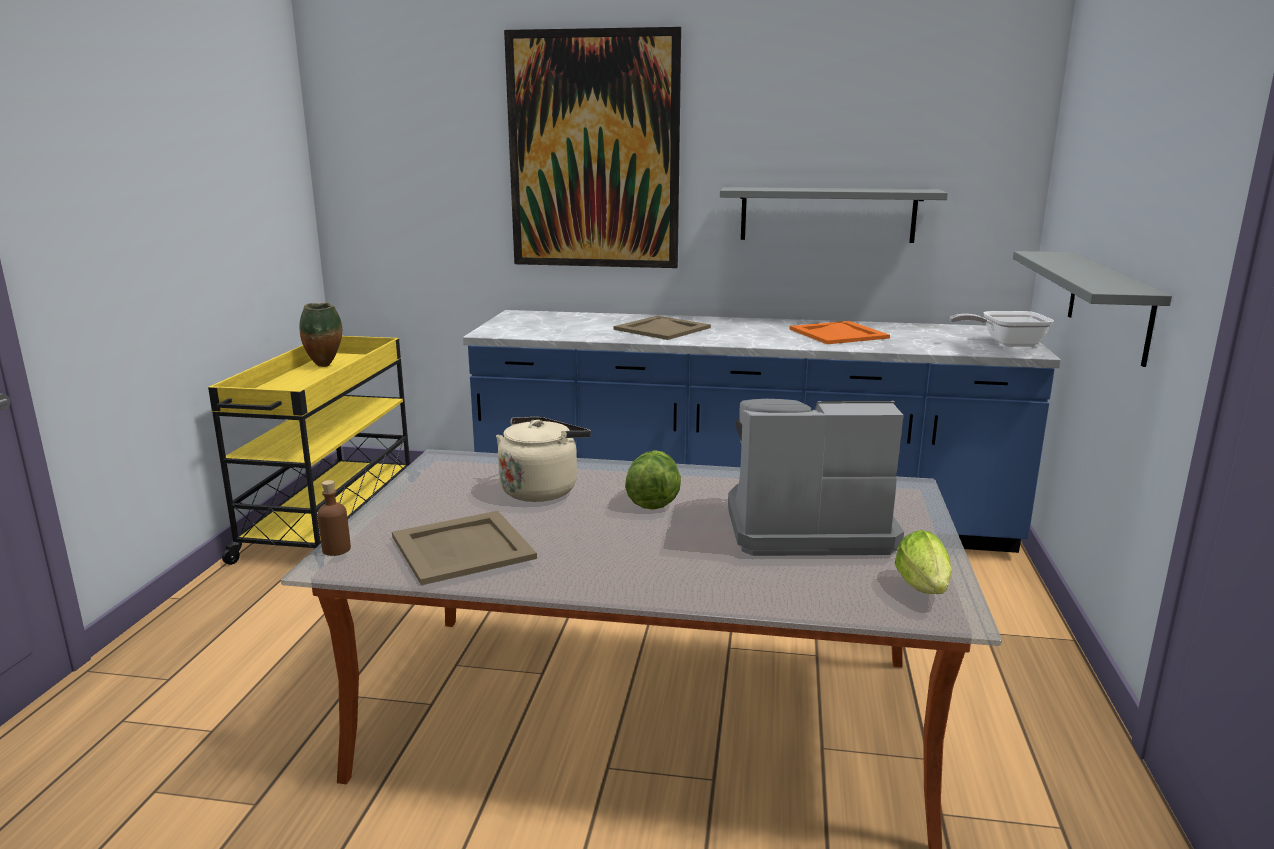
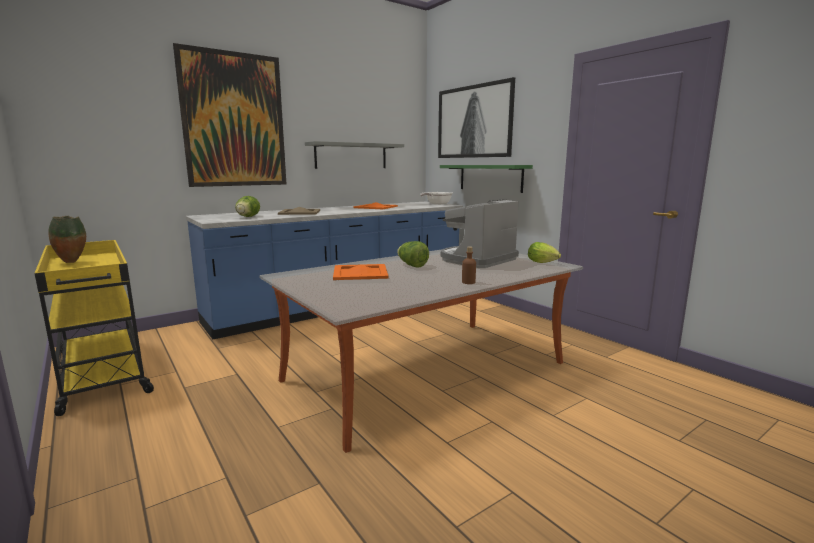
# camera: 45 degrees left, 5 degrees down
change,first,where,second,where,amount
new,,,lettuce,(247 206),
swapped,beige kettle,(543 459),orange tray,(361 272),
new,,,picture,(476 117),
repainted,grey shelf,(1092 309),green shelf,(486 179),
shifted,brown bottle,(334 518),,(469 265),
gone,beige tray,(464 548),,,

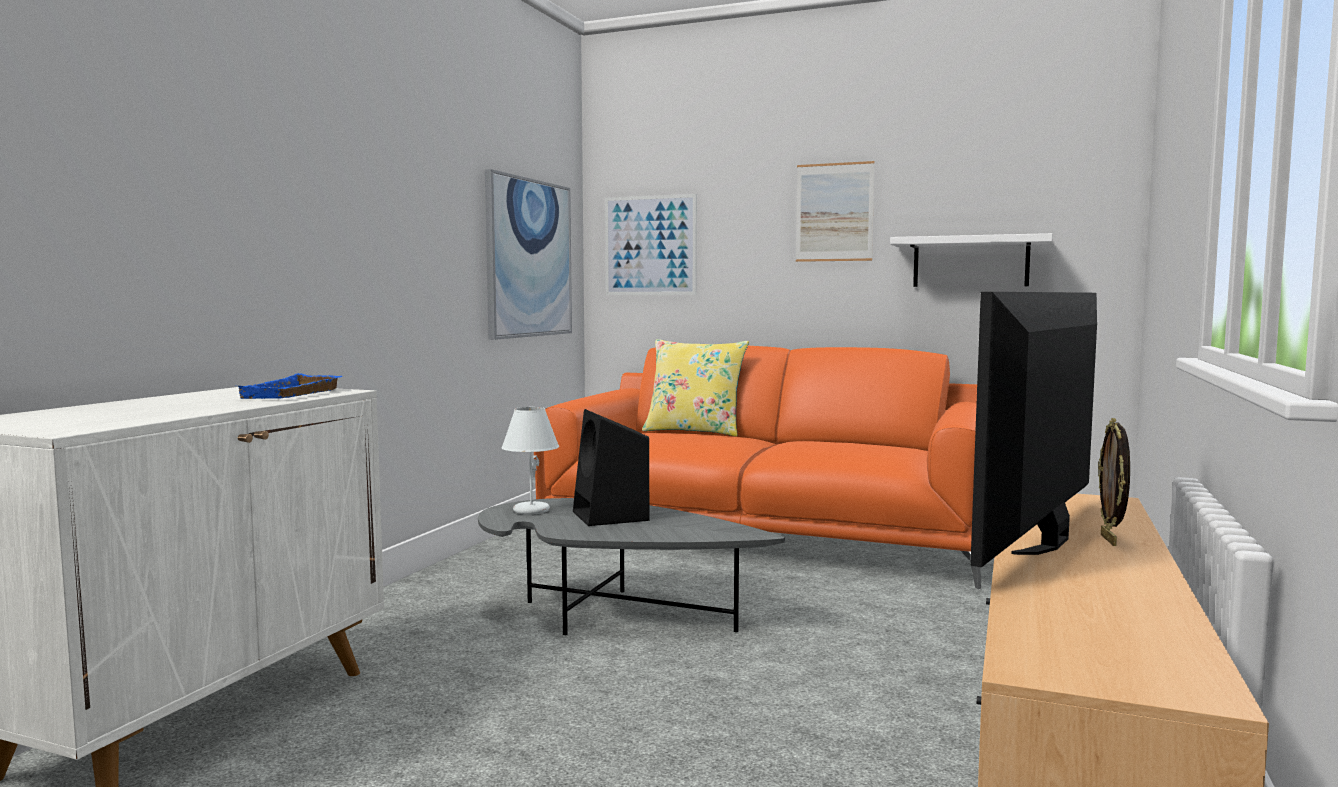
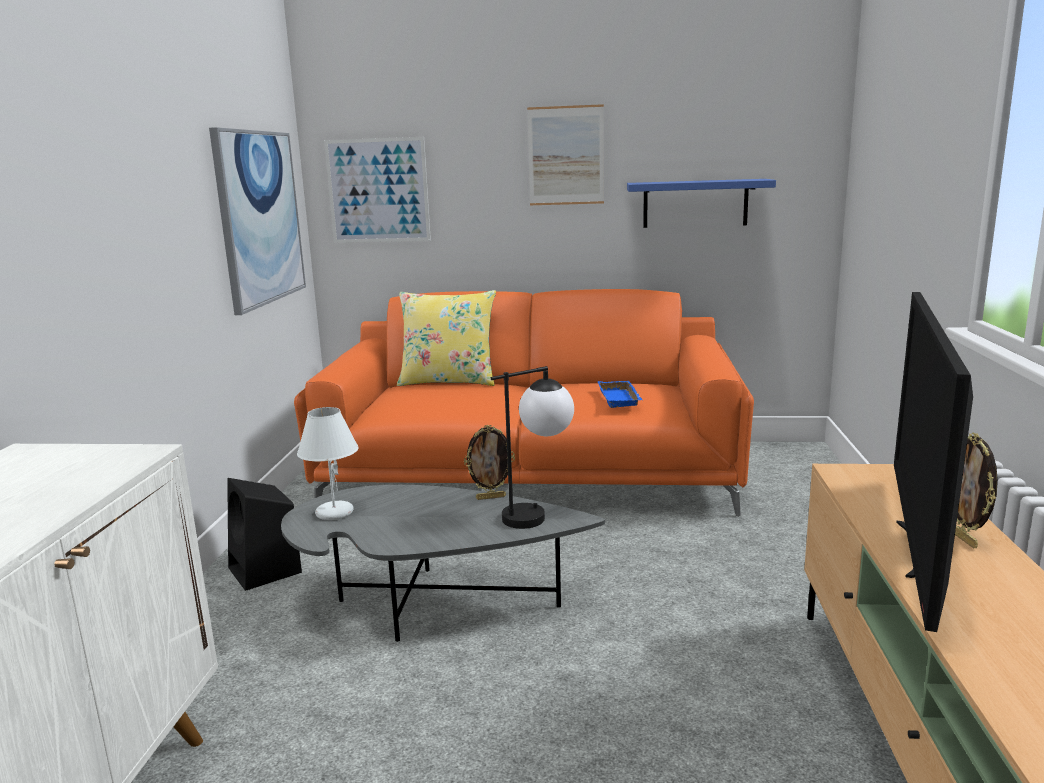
# camera: 15 degrees left, 10 degrees up
change,first,where,second,where,amount
shifted,black speaker,(611 467),,(264 534),
new,,,picture frame,(489 462),
new,,,table lamp,(532 447),
shifted,blue tray,(288 386),,(620 394),
repainted,white shelf,(971 260),blue shelf,(701 203),

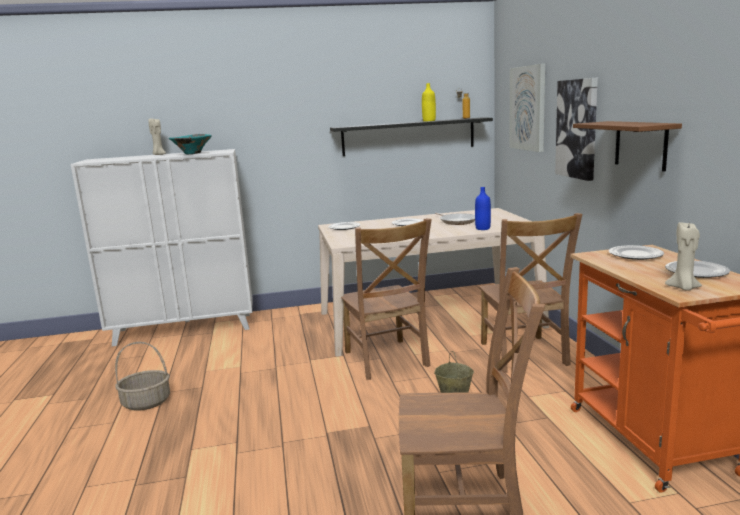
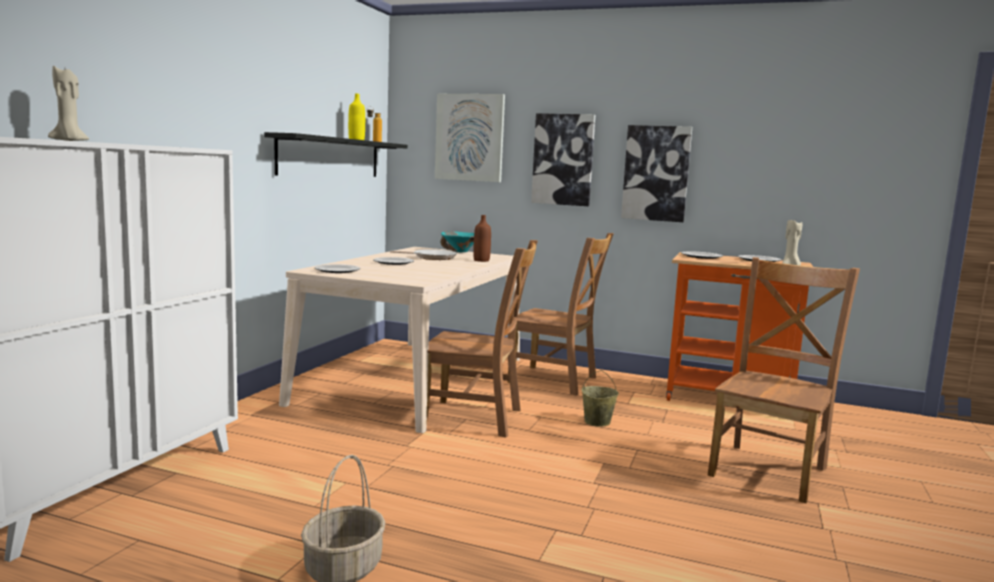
# camera: 60 degrees left, 5 degrees down
change,first,where,second,where,amount
shifted,turquoise bowl,(190 144),,(457 241),
repainted,blue bottle,(483 208),brown bottle,(482 238),
swapped,brown shelf,(627 146),picture,(656 173),

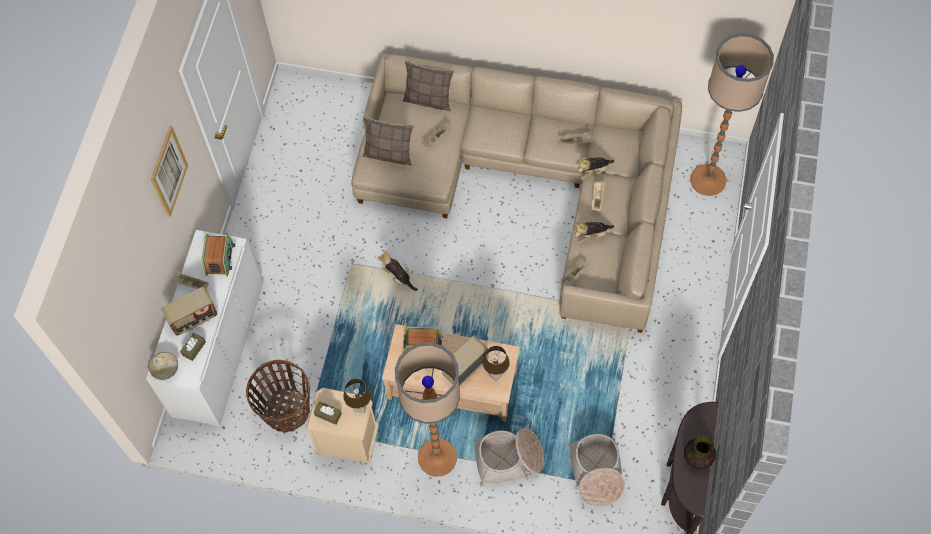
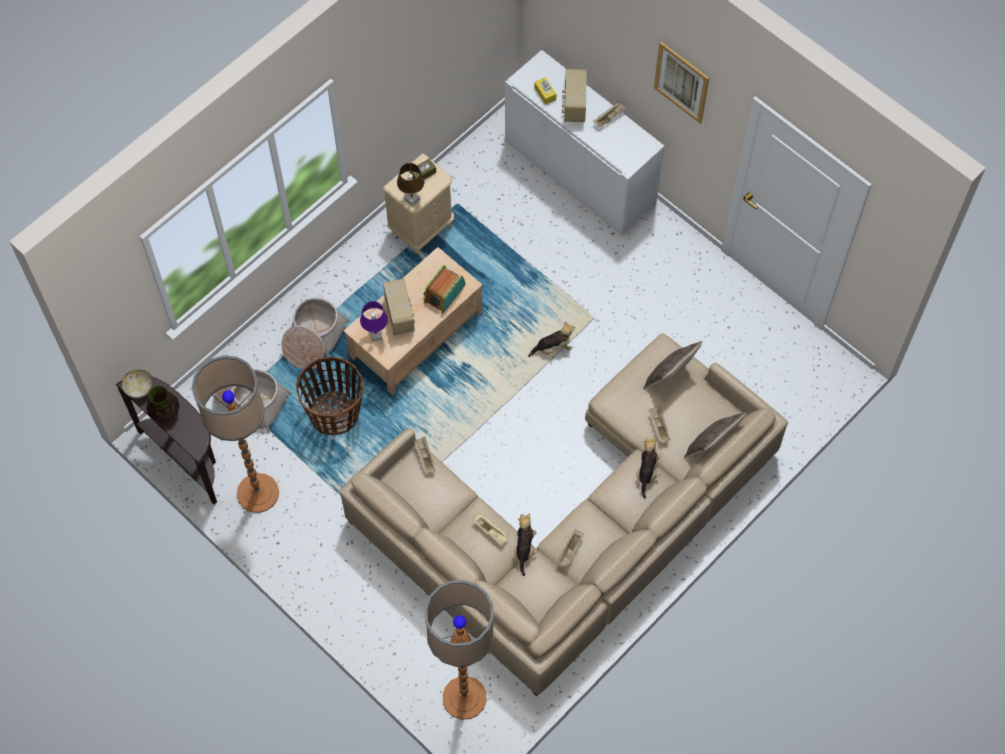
# camera: 120 degrees right, 0 degrees up
change,first,where,second,where,amount
shifted,bowl,(163 366),,(137 384),
shifted,floor lamp,(427 409),,(235 434),
shifted,basket,(278 396),,(330 396),
repainted,brown table lamp,(496 364),purple table lamp,(374 321),
repainted,brown tissue box,(193 347),yellow tissue box,(545 91),
shifted,plush toy,(594 232),,(648 468),
gone,radio,(218 255),,,

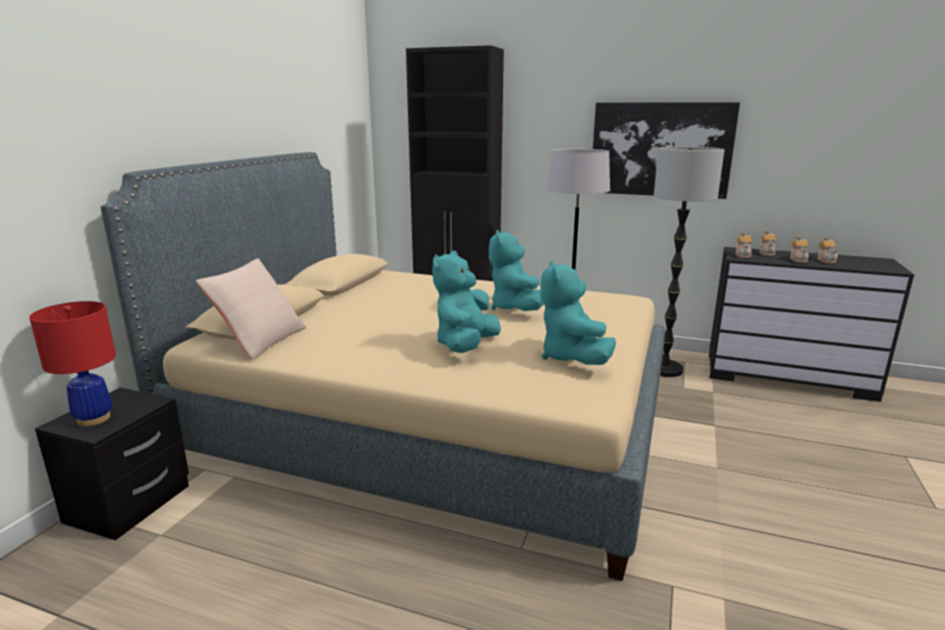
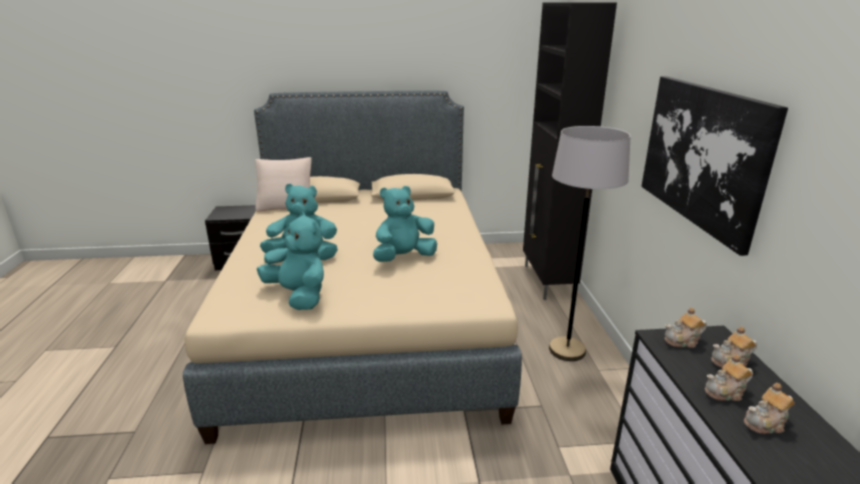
# camera: 65 degrees right, 5 degrees up
change,first,where,second,where,amount
rotated,turquoise plush toy,(578 312),,(290 261),75 degrees clockwise
gone,red table lamp,(72 363),,,
gone,floor lamp,(689 262),,,

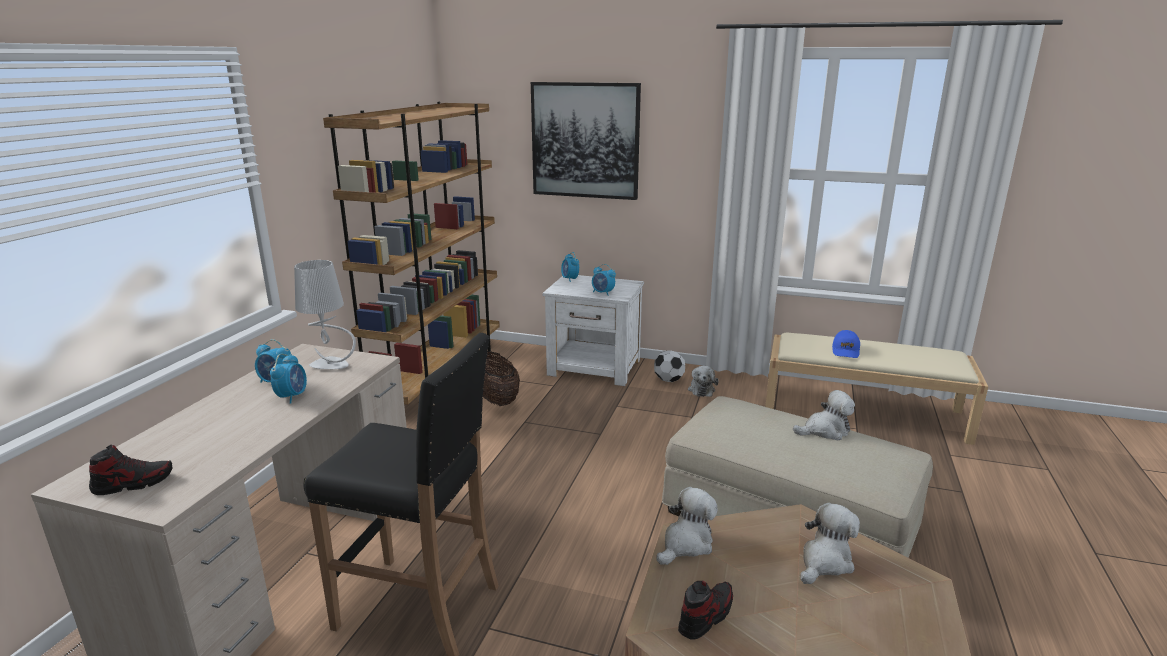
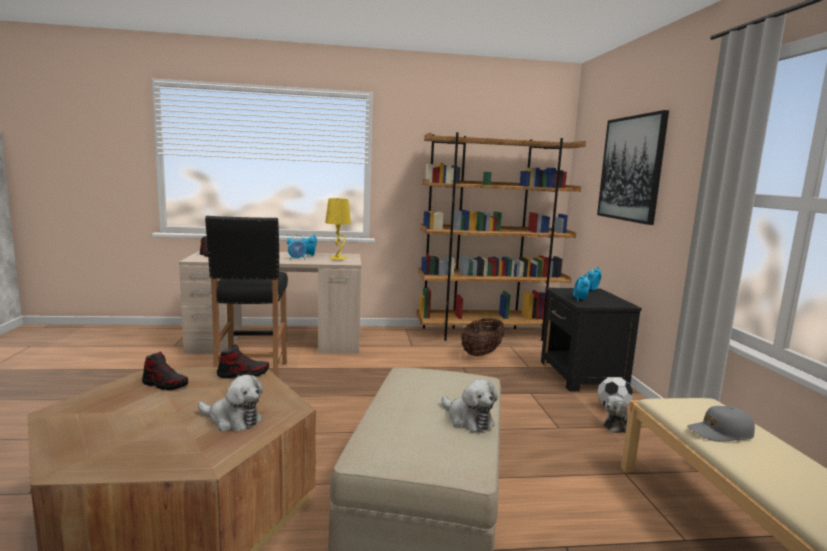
# camera: 65 degrees right, 10 degrees down
change,first,where,second,where,amount
swapped,plush toy,(687 526),shoe,(243 361),
repainted,grey table lamp,(325 314),yellow table lamp,(338 229),
repainted,white nightstand,(593 330),black nightstand,(591 340),
repainted,blue cap,(846 344),grey cap,(721 424),

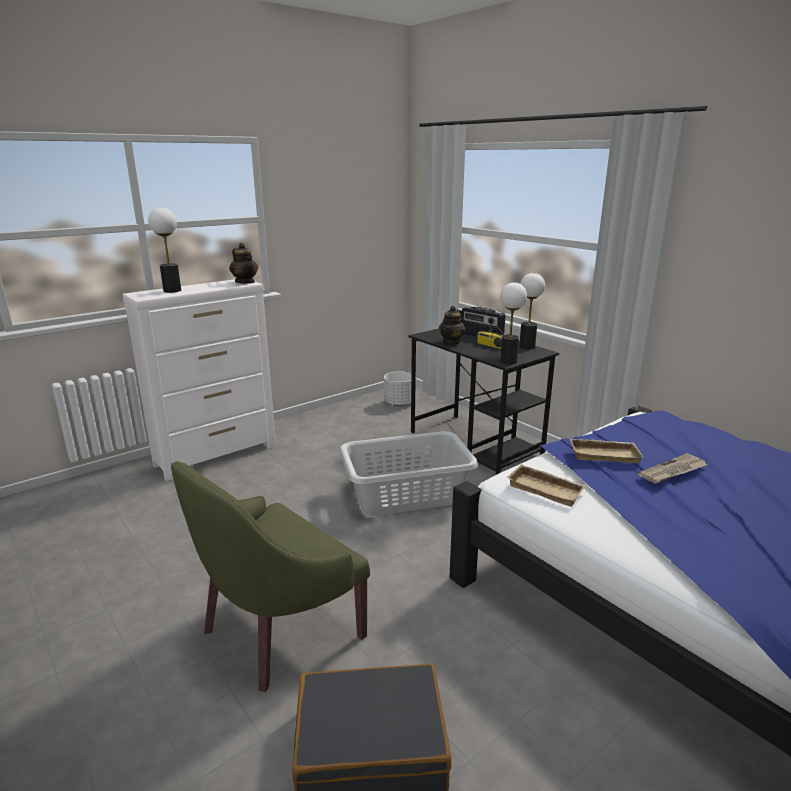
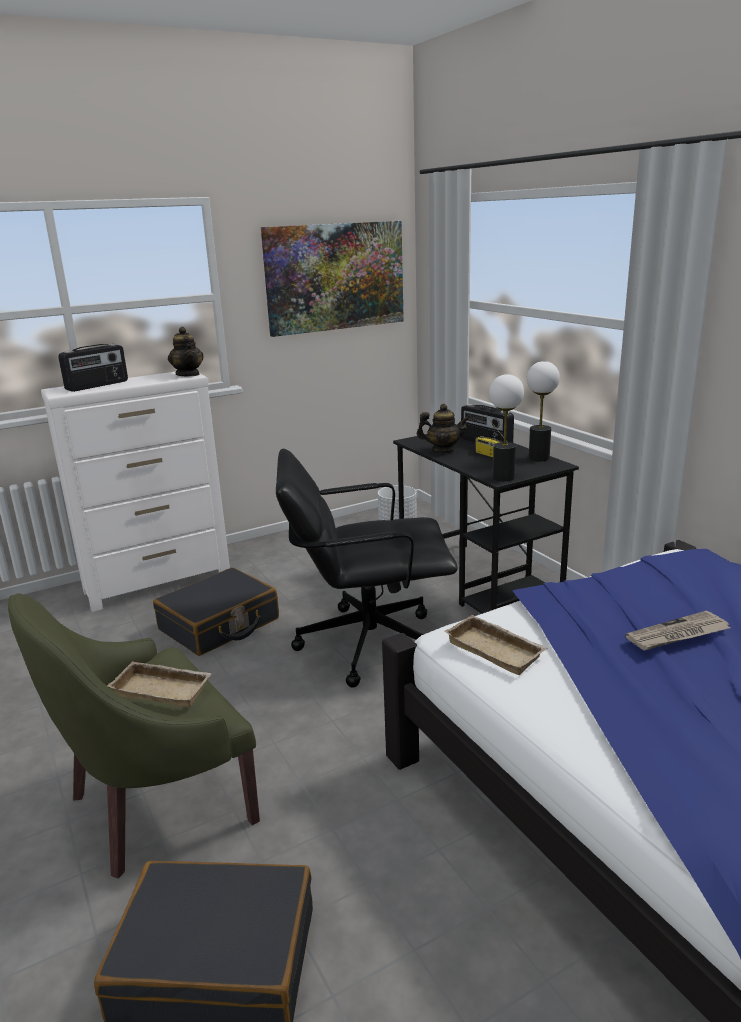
# camera: 10 degrees right, 0 degrees up
change,first,where,second,where,amount
swapped,table lamp,(164 250),radio,(93 368),
shifted,beige tray,(607 450),,(159 684),
new,,,black suitcase,(216 612),
new,,,picture,(332 279),
swapped,grey laundry basket,(409 473),black office chair,(367 568),
rotated,teapot,(452 325),,(443 428),120 degrees counterclockwise

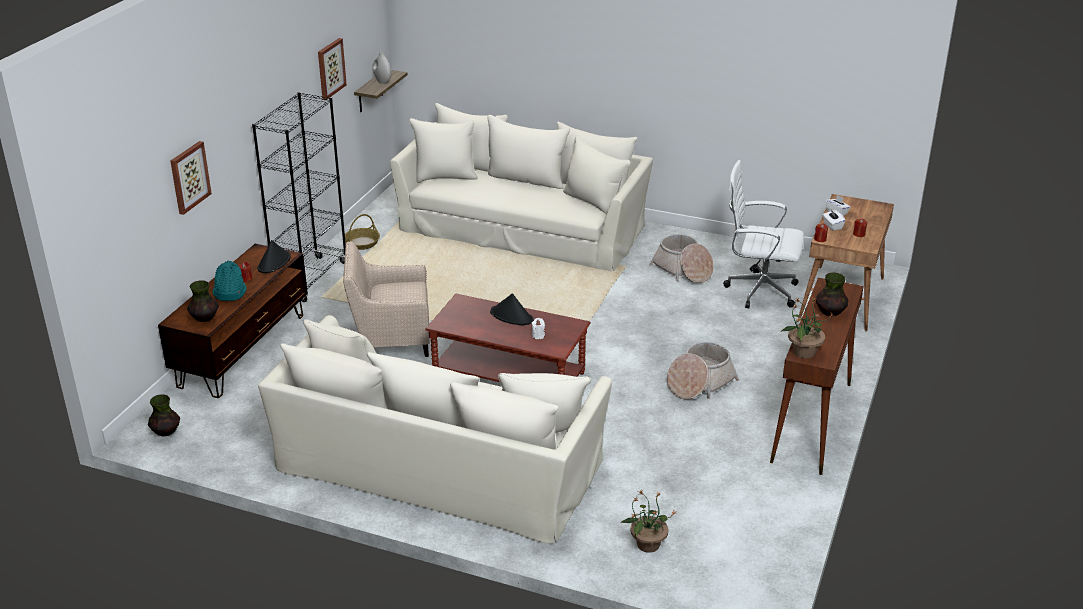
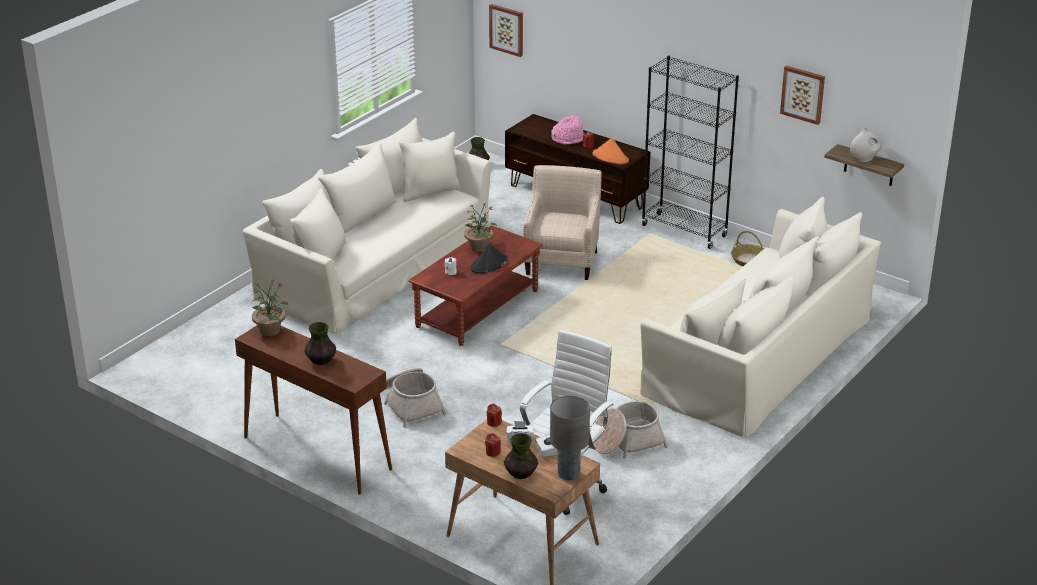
# camera: 105 degrees right, 0 degrees up
change,first,where,second,where,amount
shifted,potted plant,(648 522),,(480 227),
shifted,picture,(191 178),,(506 30),
shifted,vase,(203 301),,(521 456),
new,,,grey table lamp,(570 438),
repainted,turquoise hat,(230 281),pink hat,(567 130),
repainted,black hat,(274 256),orange hat,(611 151),

